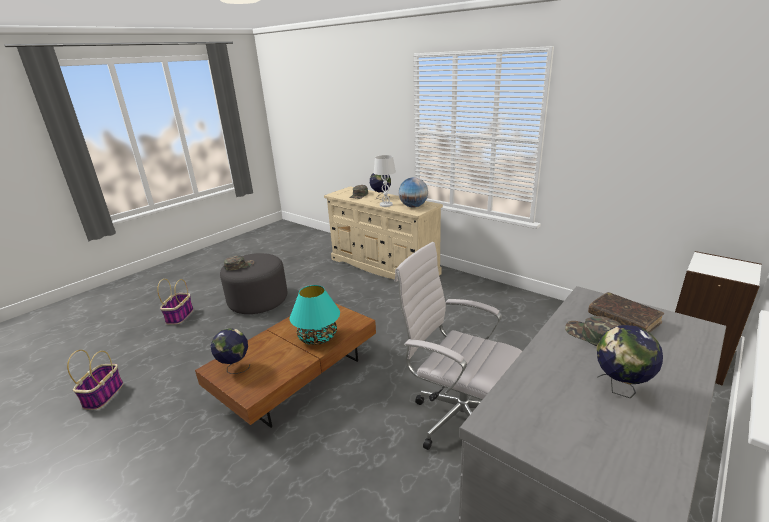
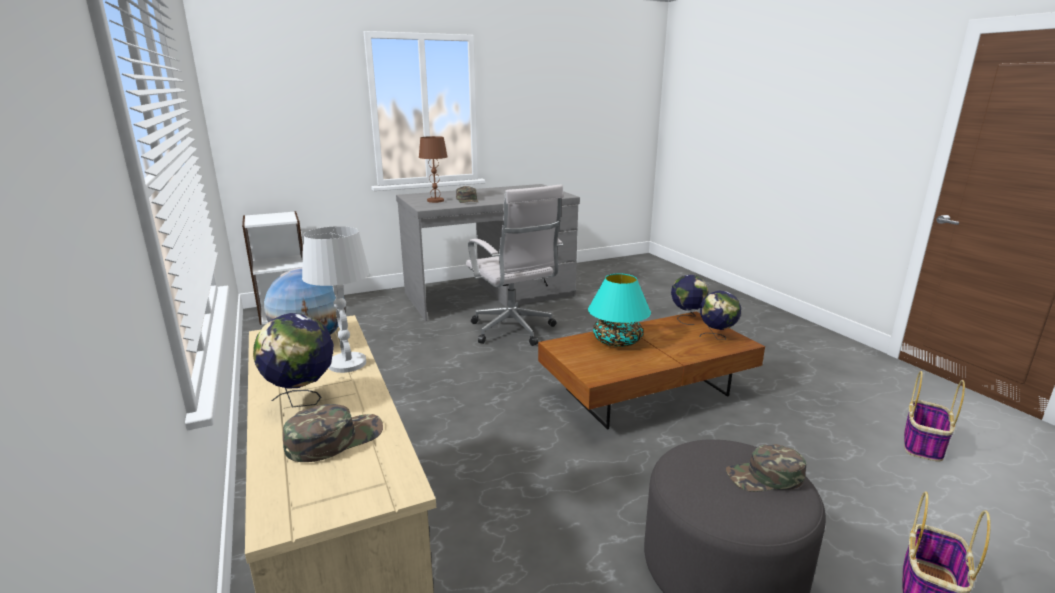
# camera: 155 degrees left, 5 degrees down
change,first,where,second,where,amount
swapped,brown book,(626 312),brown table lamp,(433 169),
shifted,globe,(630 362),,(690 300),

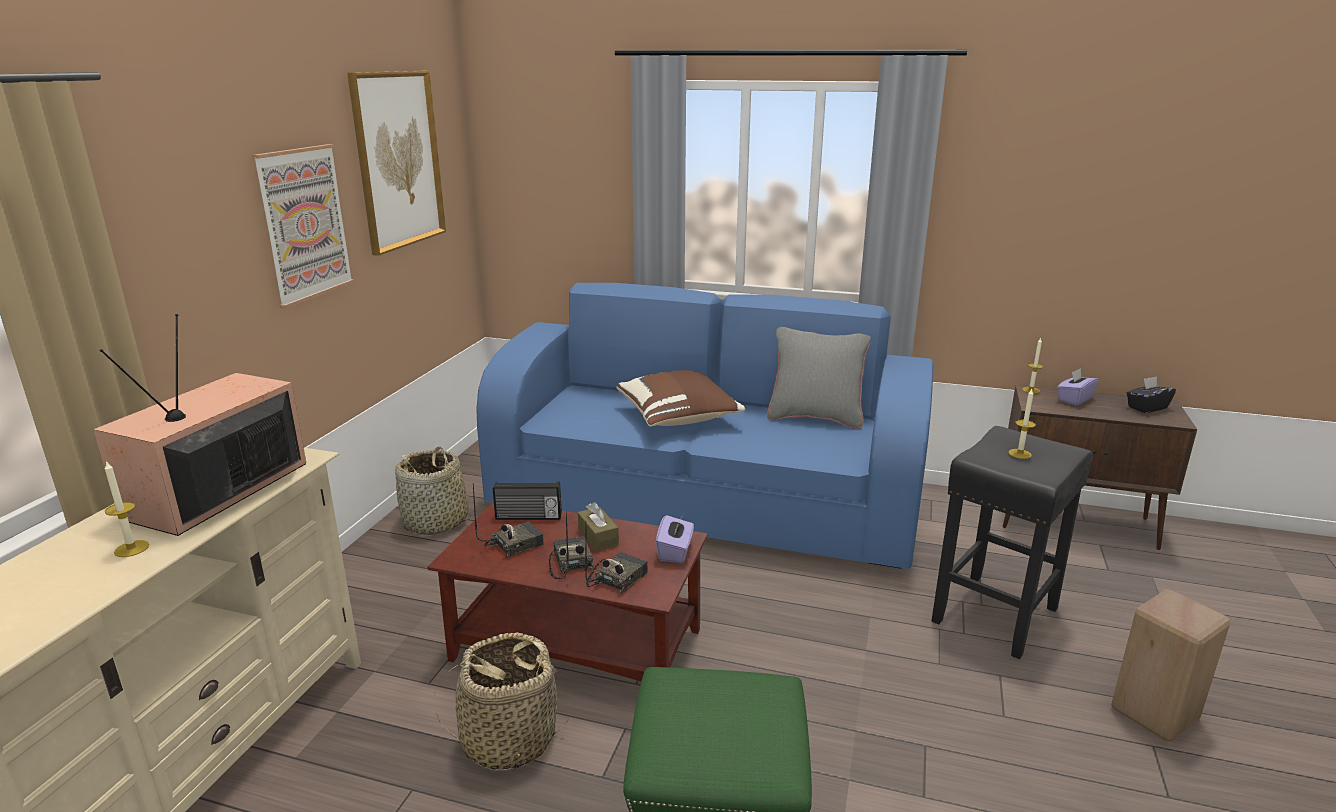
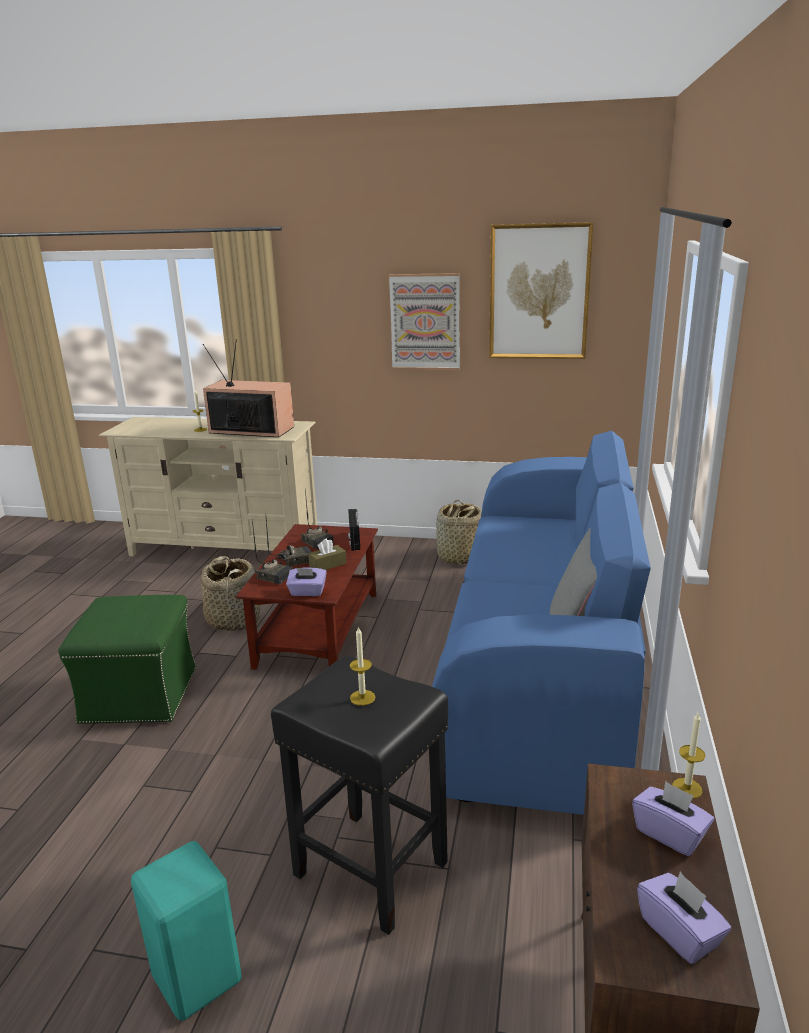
# camera: 85 degrees right, 0 degrees up
change,first,where,second,where,amount
repainted,beige stool,(1170 666),turquoise stool,(186 931),
repainted,black tissue box,(1151 394),purple tissue box,(684 918),
gone,brown pillow,(681 398),,,

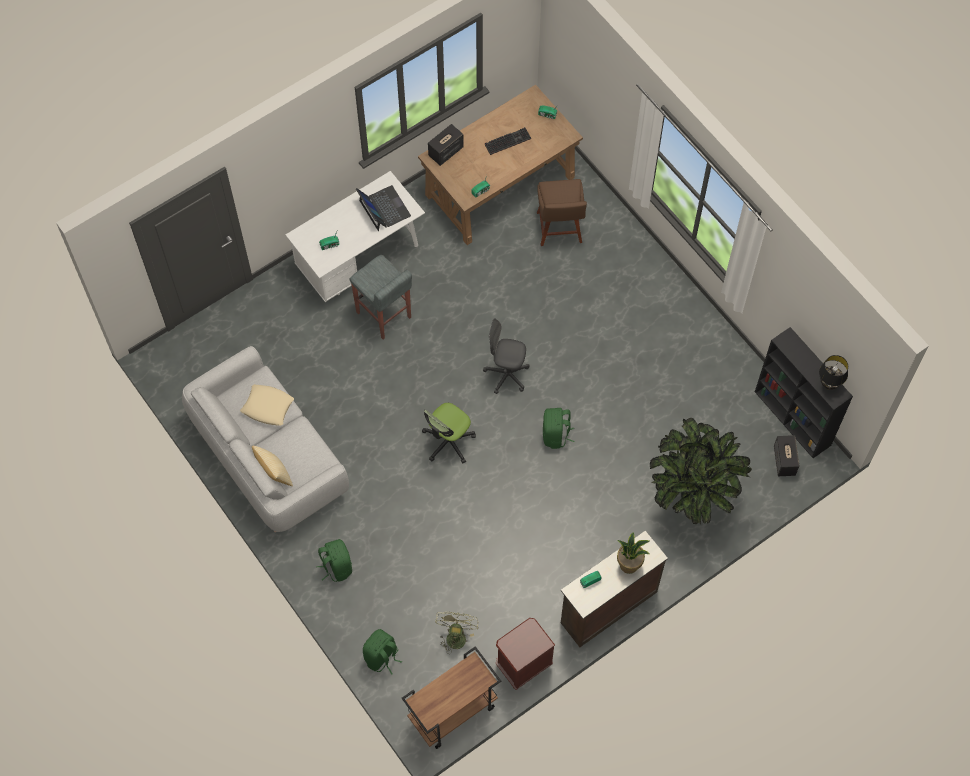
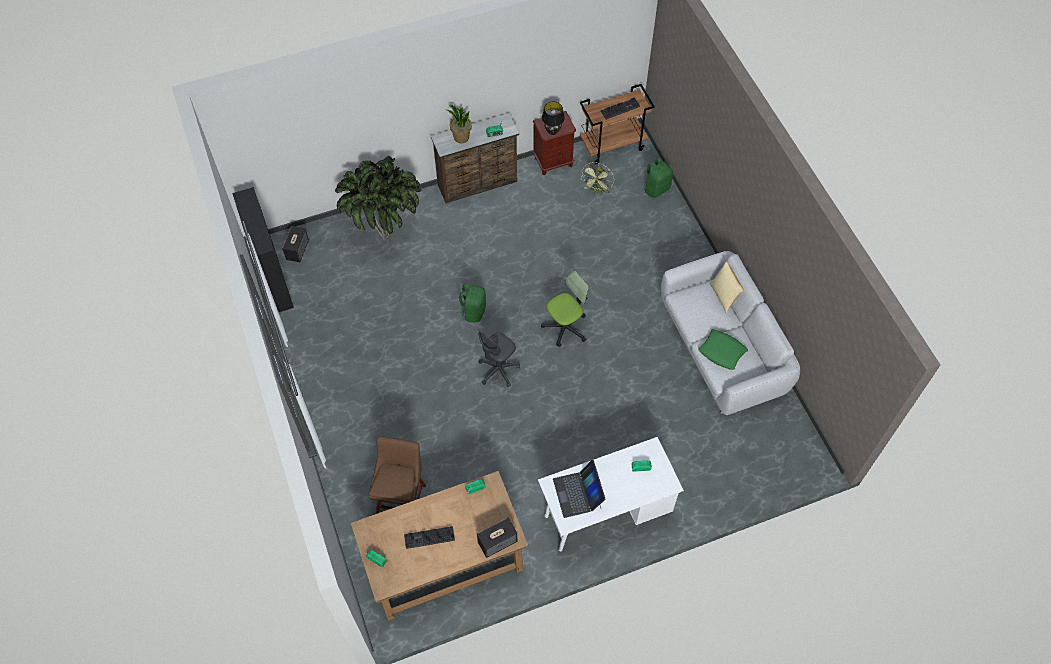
# camera: 165 degrees left, 5 degrees down
change,first,where,second,where,amount
rotated,grey office chair,(506 356),,(499 358),105 degrees clockwise
shifted,black table lamp,(833 372),,(553 118),
new,,,keyboard,(620 108),
repainted,beige pillow,(267 405),green pillow,(723 349),
gone,green backpack,(334 560),,,
gone,grey stool,(380 297),,,

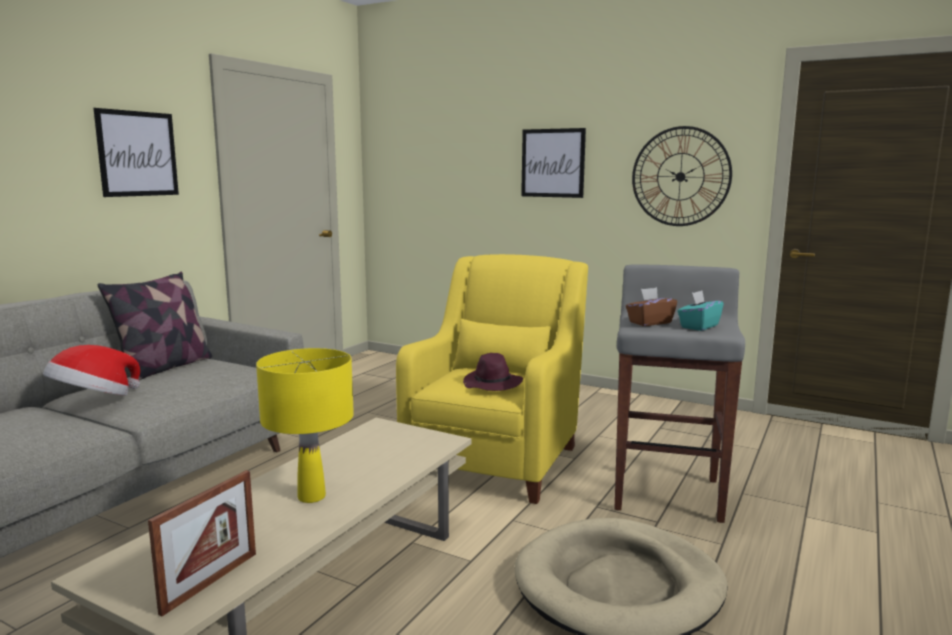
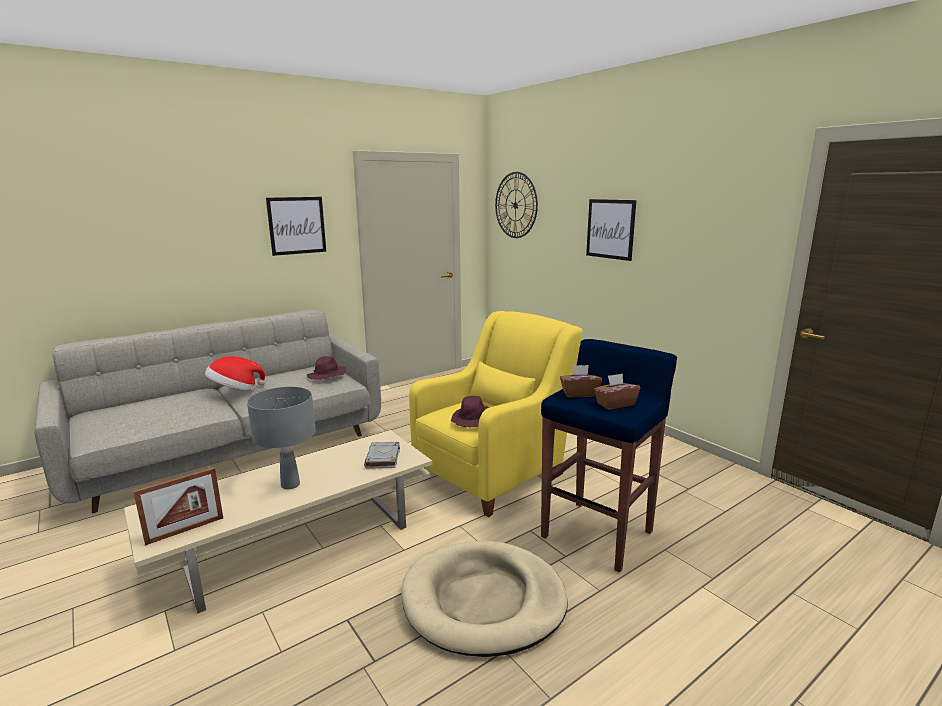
# camera: 25 degrees right, 5 degrees up
change,first,where,second,where,amount
repainted,yellow table lamp,(305 425),grey table lamp,(281 438),
new,,,purple hat,(326 368),
new,,,grey book,(382 455),
shifted,wall clock,(682 176),,(516 205),
repainted,grey stool,(680 393),blue stool,(609 455),
repainted,turquoise tissue box,(700 311),brown tissue box,(617 391),
gone,pillow,(155 326),,,

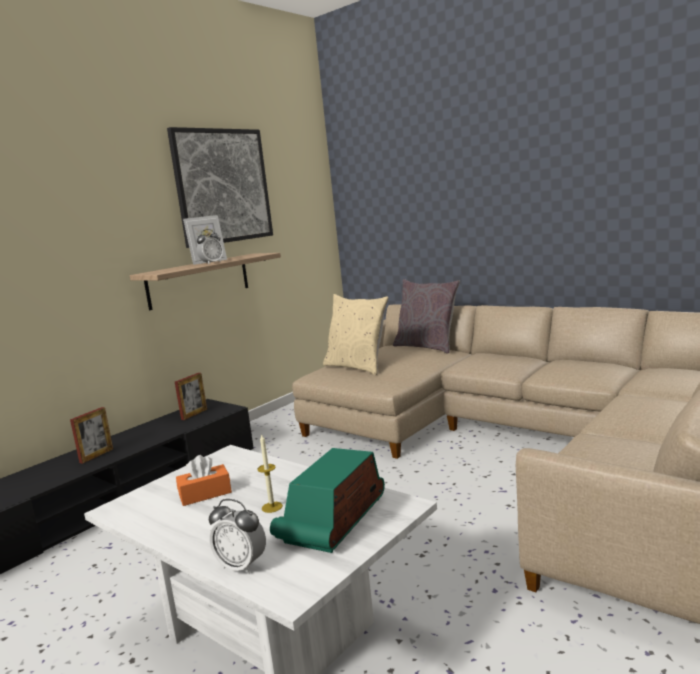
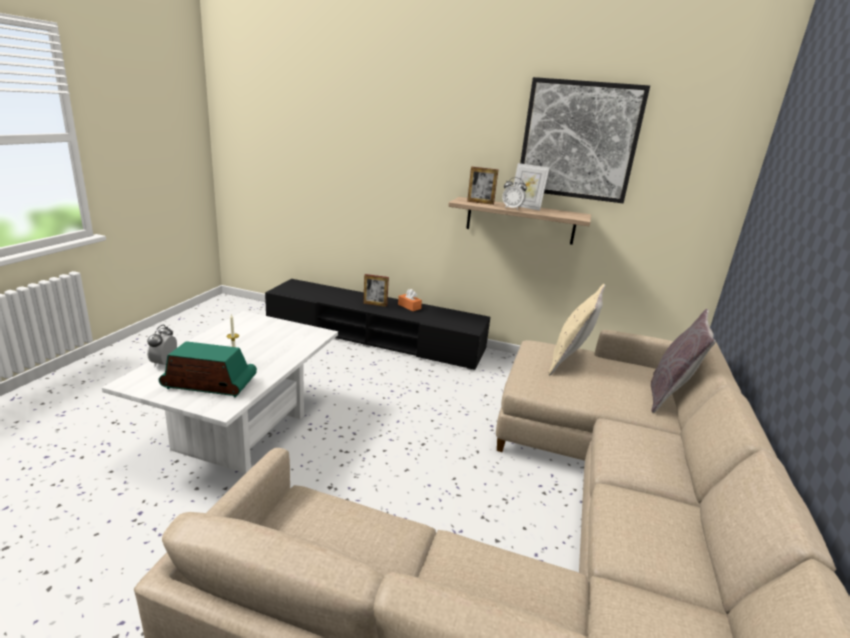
# camera: 65 degrees right, 10 degrees up
change,first,where,second,where,amount
shifted,orange tissue box,(204 480),,(410 300),
shifted,picture frame,(191 396),,(483 186),

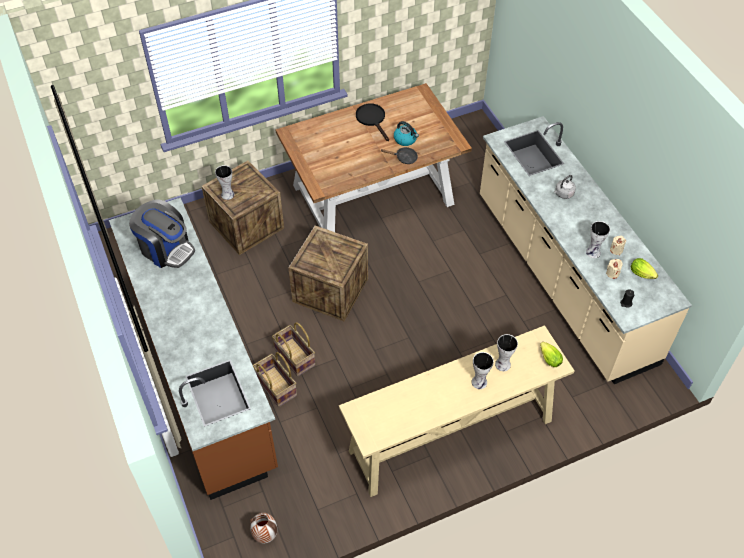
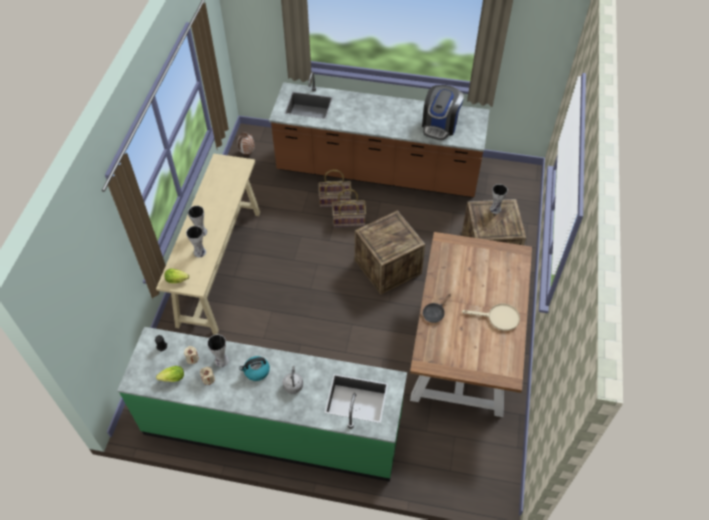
# camera: 125 degrees right, 0 degrees up
change,first,where,second,where,amount
repainted,beige counter,(586 250),green counter,(262 404),
shifted,kettle,(406 133),,(254 368),
rotated,coffee machine,(162 234),,(443 112),45 degrees counterclockwise
repainted,black frying pan,(372 122),beige frying pan,(491 317),

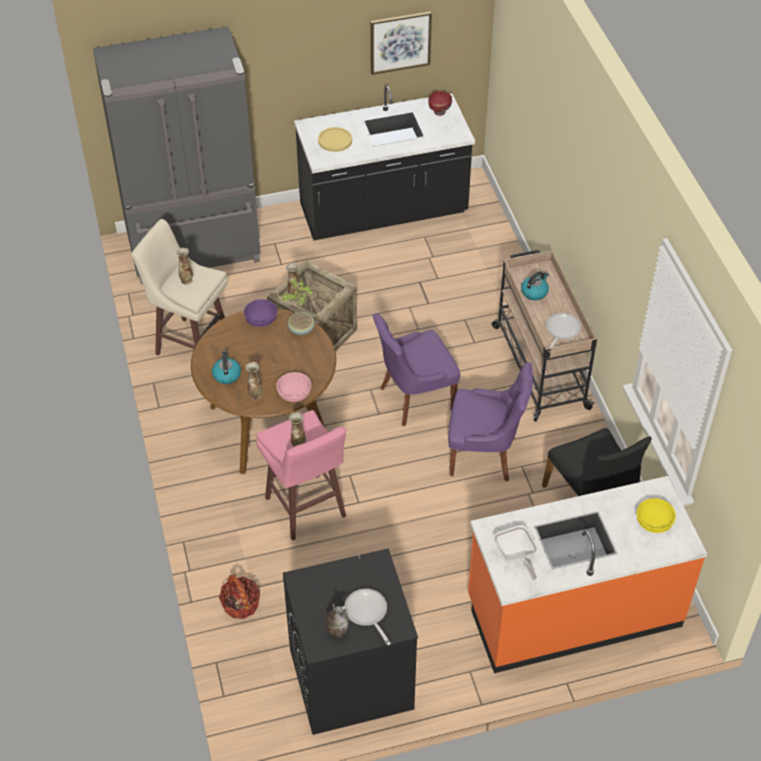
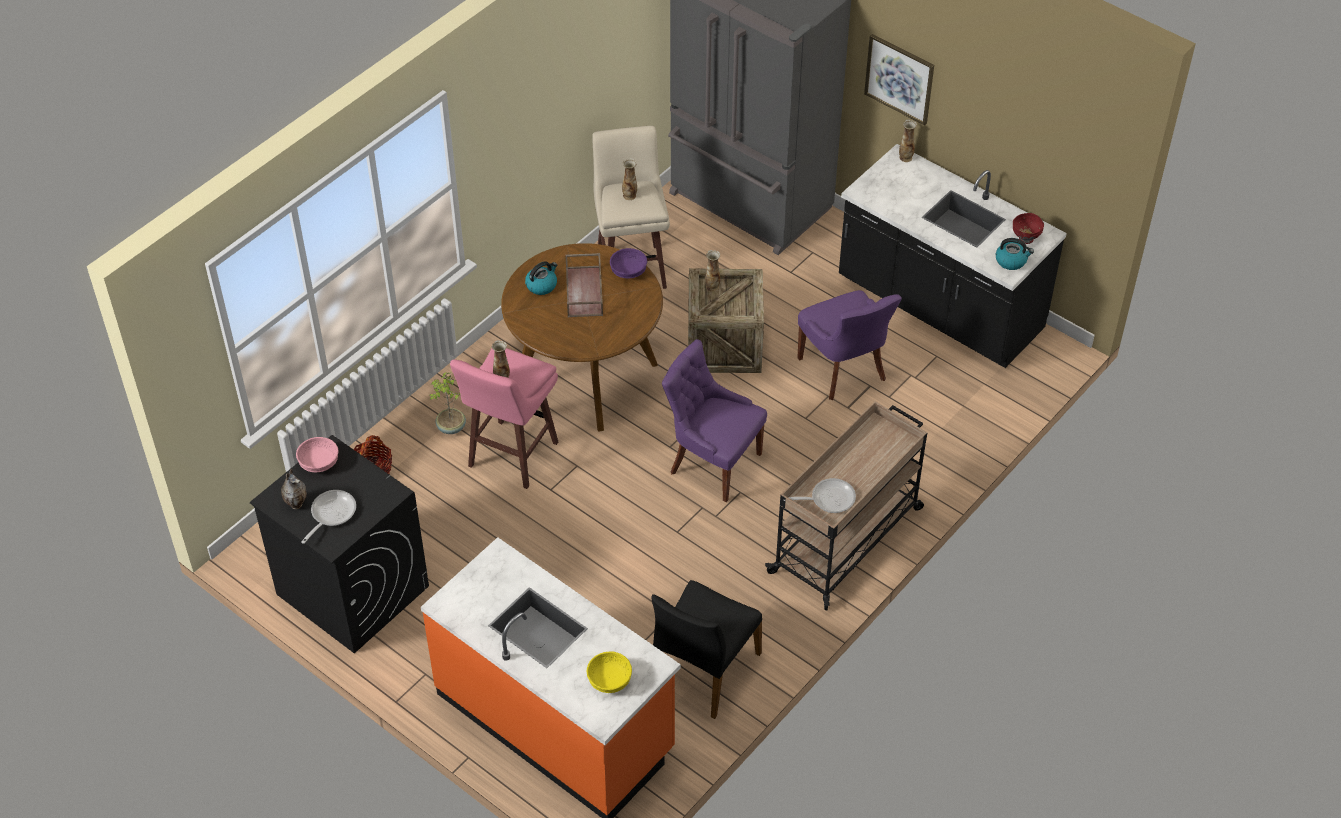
# camera: 55 degrees right, 0 degrees up
change,first,where,second,where,amount
shifted,pink bowl,(293 387),,(317 454),
shifted,potted plant,(300 306),,(448 403),
new,,,brown tray,(584 285),
shifted,purple chair,(490 422),,(849 345),
shifted,picture,(401 43),,(899 80),
shifted,vase,(253 381),,(908 140),
shifted,kettle,(535 285),,(1015 254),
gone,yellow plate,(335 139),,,
gone,frying pan,(515 552),,,

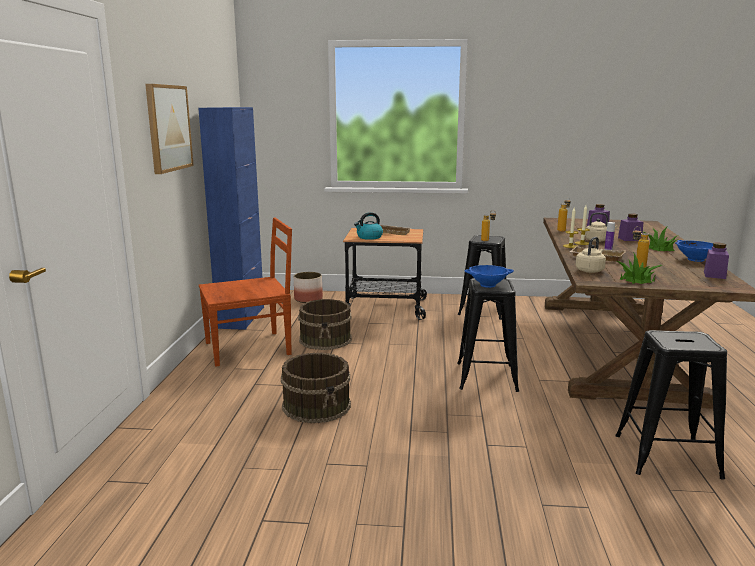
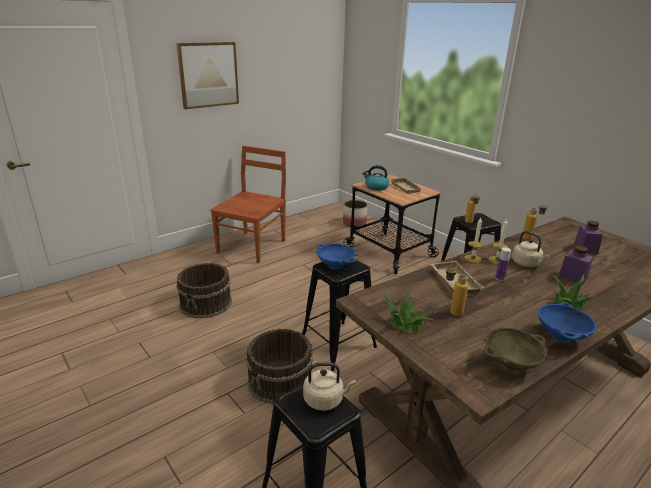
# camera: 45 degrees right, 10 degrees up
change,first,where,second,where,amount
rotated,brown chair,(245 292),,(248 204),90 degrees counterclockwise
shifted,brown bucket,(325 324),,(279 367),
shifted,beige kettle,(590 255),,(329 386),
swapped,purple jar,(716 261),beige bowl,(515 349),
gone,blue cabinet,(231 218),,,

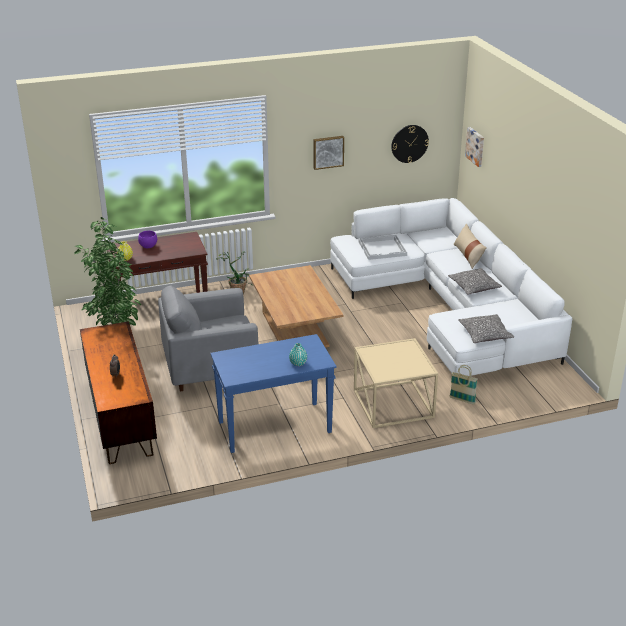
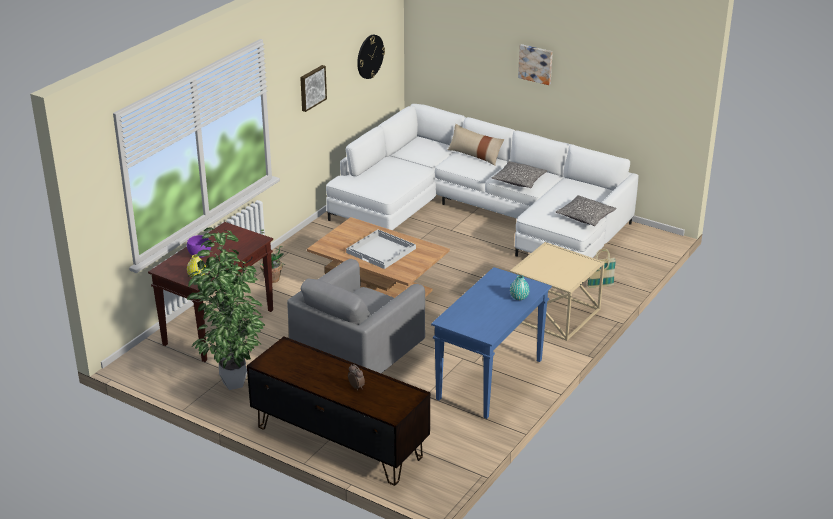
# camera: 40 degrees left, 0 degrees up
change,first,where,second,where,amount
shifted,white tray,(382 247),,(381 249),
shifted,picture,(474 147),,(535 64),

